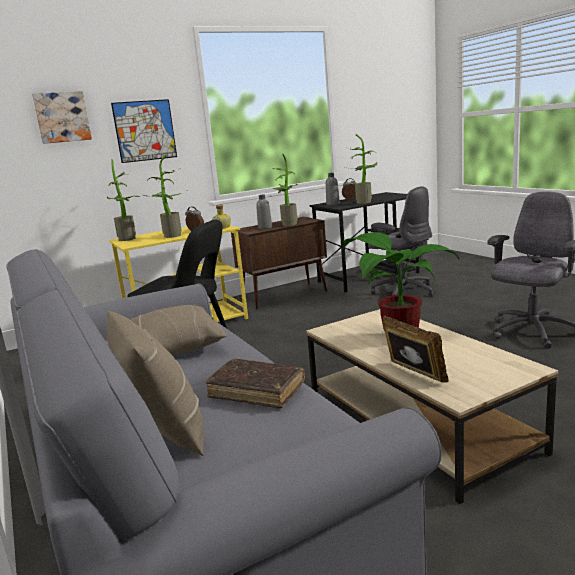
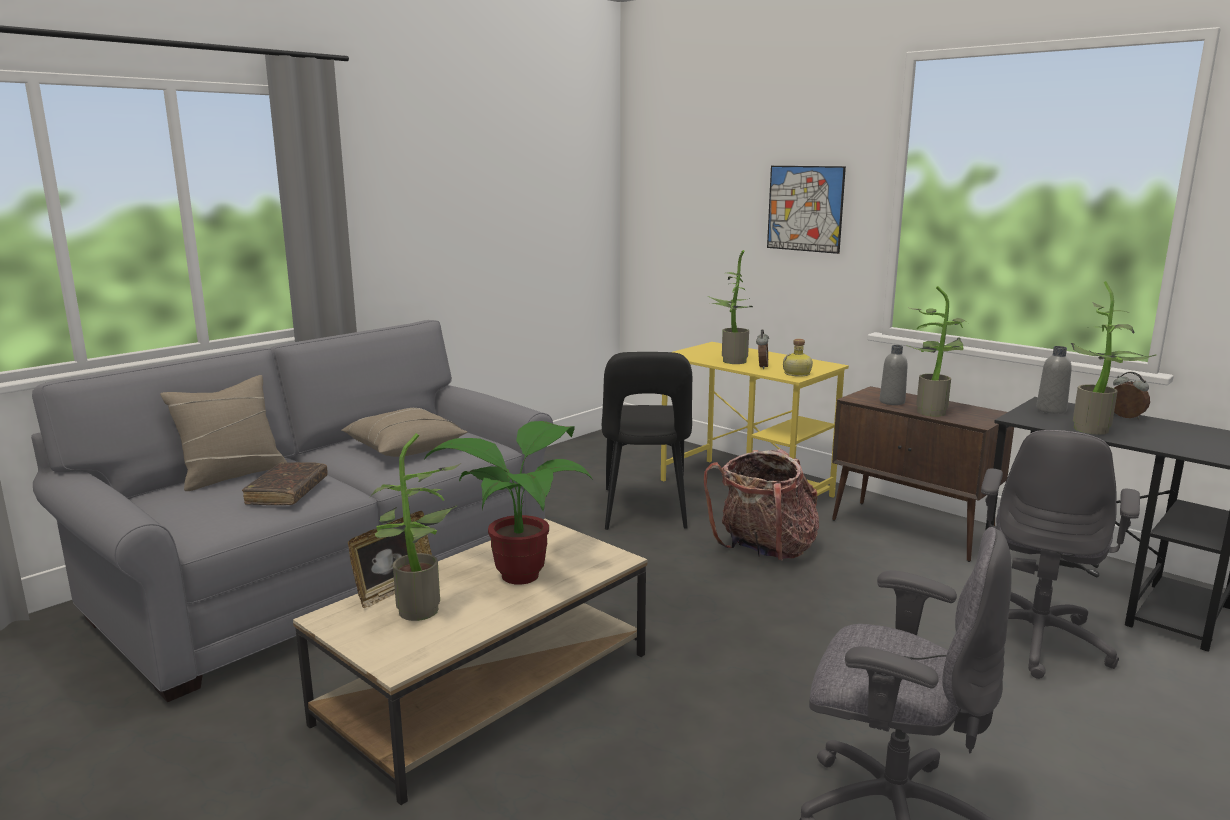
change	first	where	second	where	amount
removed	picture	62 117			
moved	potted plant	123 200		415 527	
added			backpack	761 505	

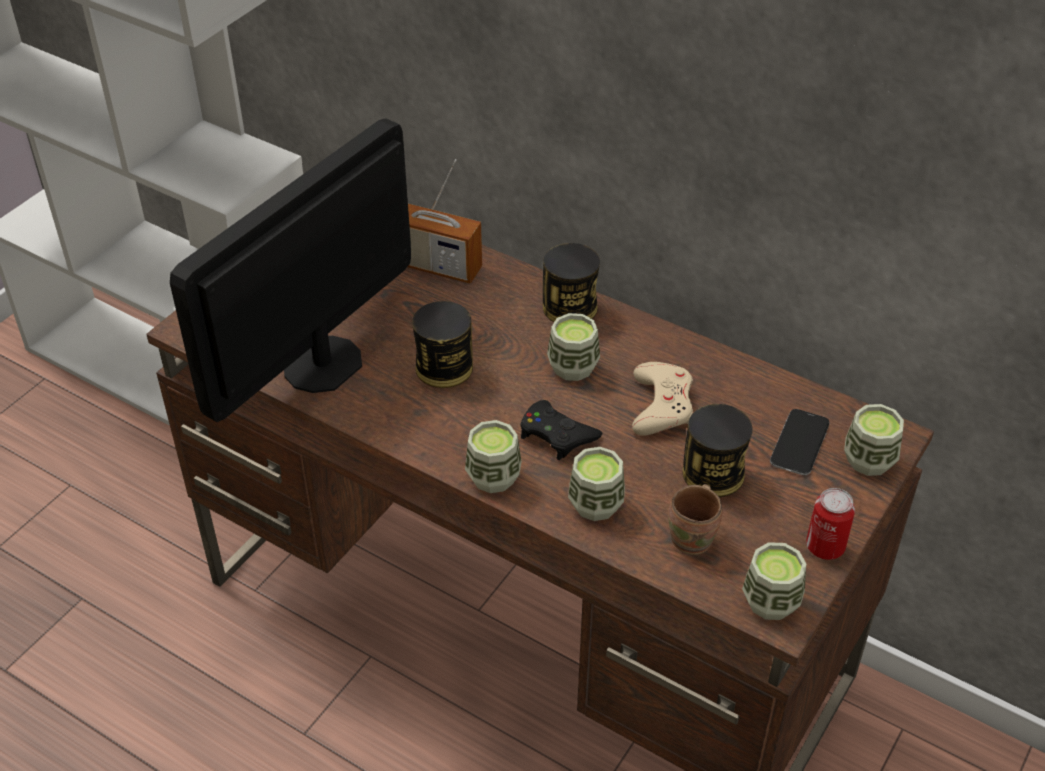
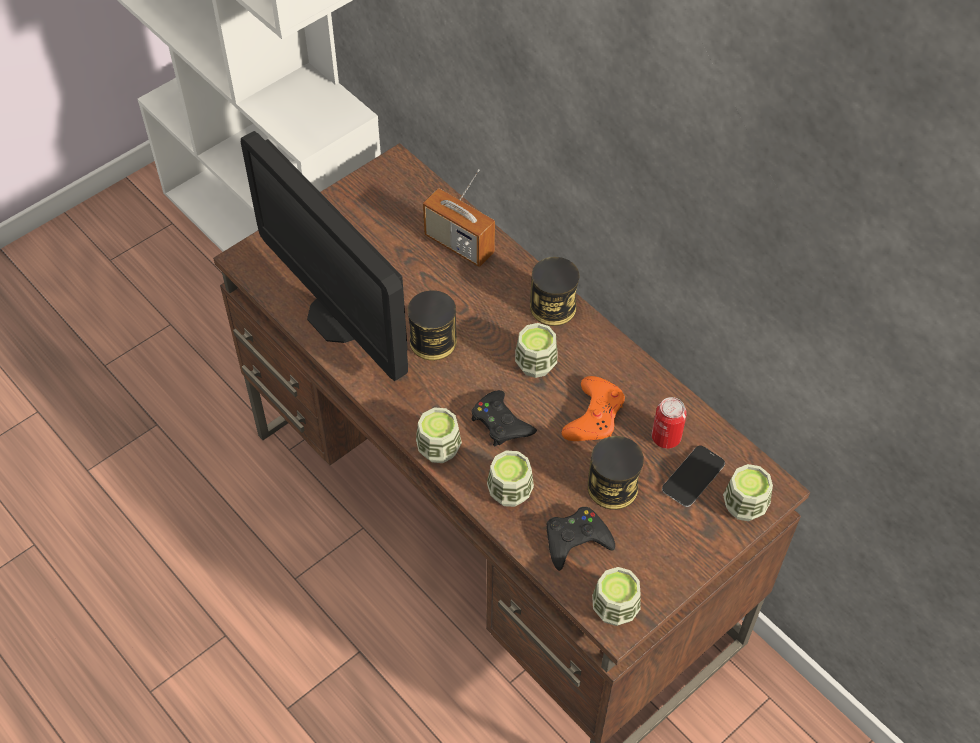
change	first	where	second	where	amount
turned	monitor	290 270		324 256	90 degrees counterclockwise
recoloured	beige game controller	662 399	orange game controller	593 408	
replaced	brown mug	695 519	black game controller	580 539	
moved	can	830 524		669 422	

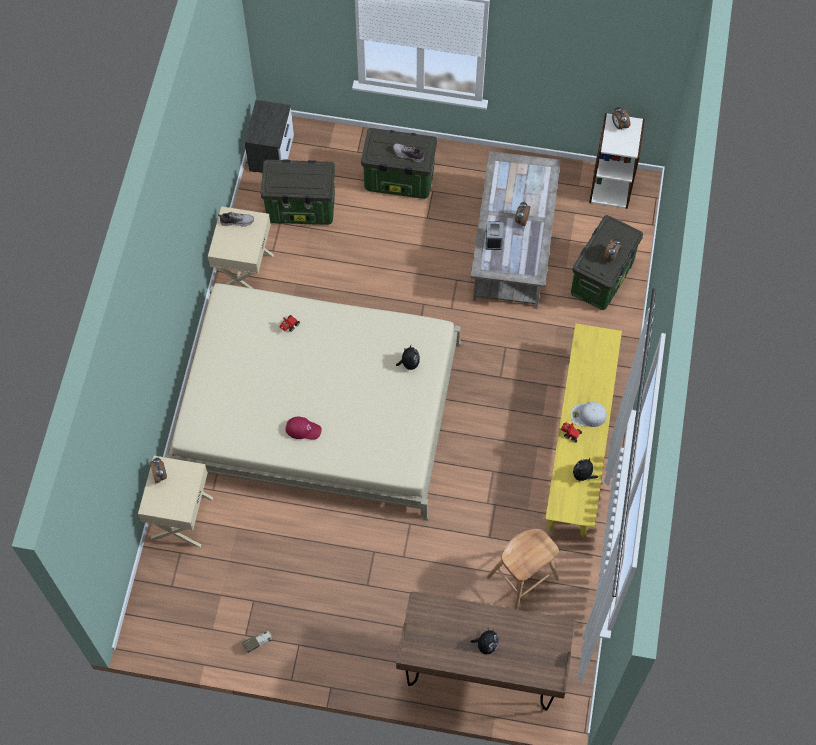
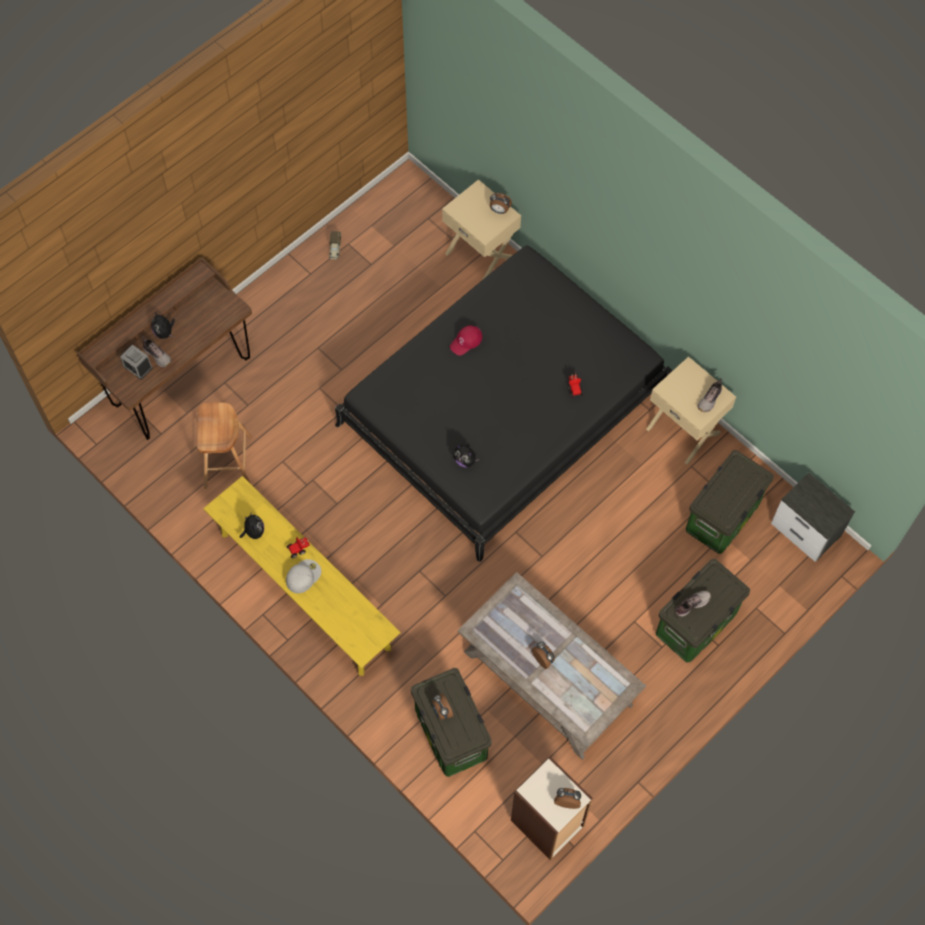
change	first	where	second	where	amount
moved	alarm clock	494 235		136 362	
recoloured	beige bed	313 402	black bed	503 403	
added			shoe	156 352	

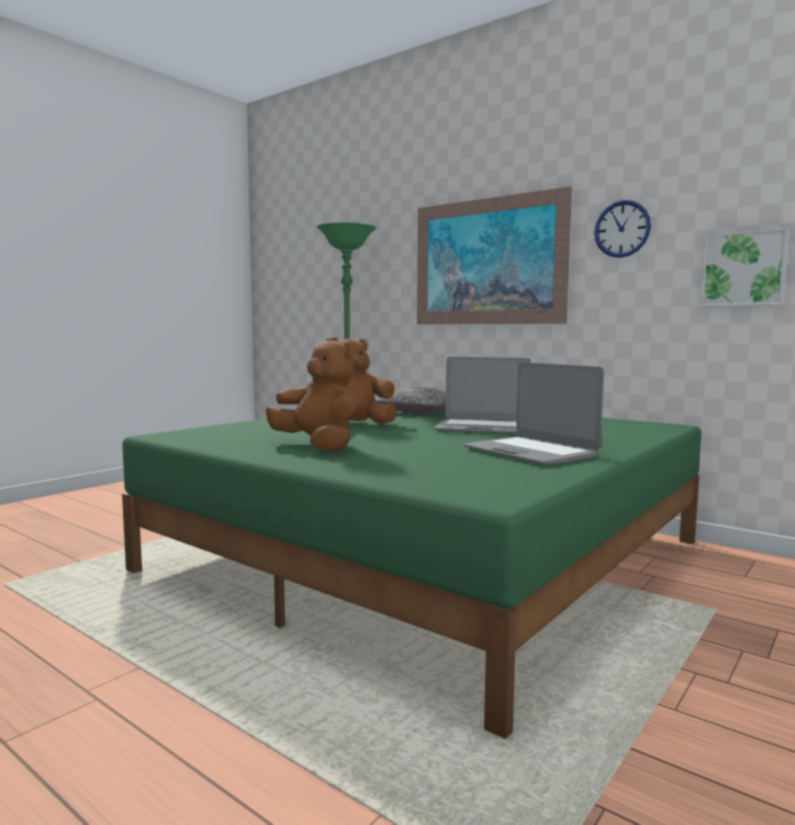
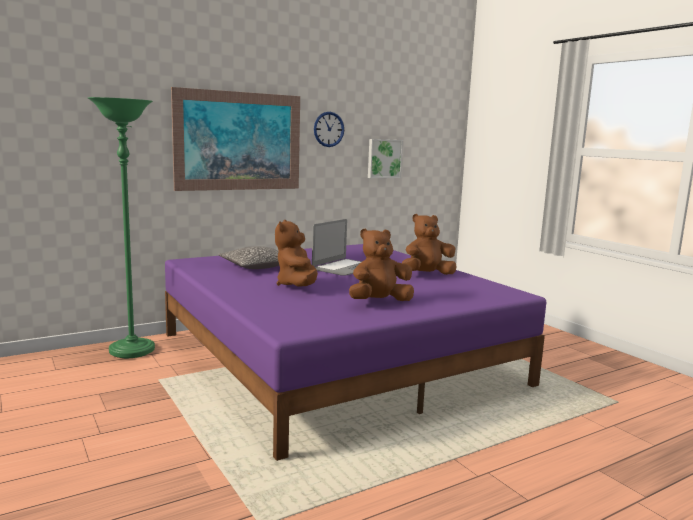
change	first	where	second	where	amount
replaced	laptop	533 413	brown plush toy	429 244	
recoloured	green bed	411 571	purple bed	355 352	

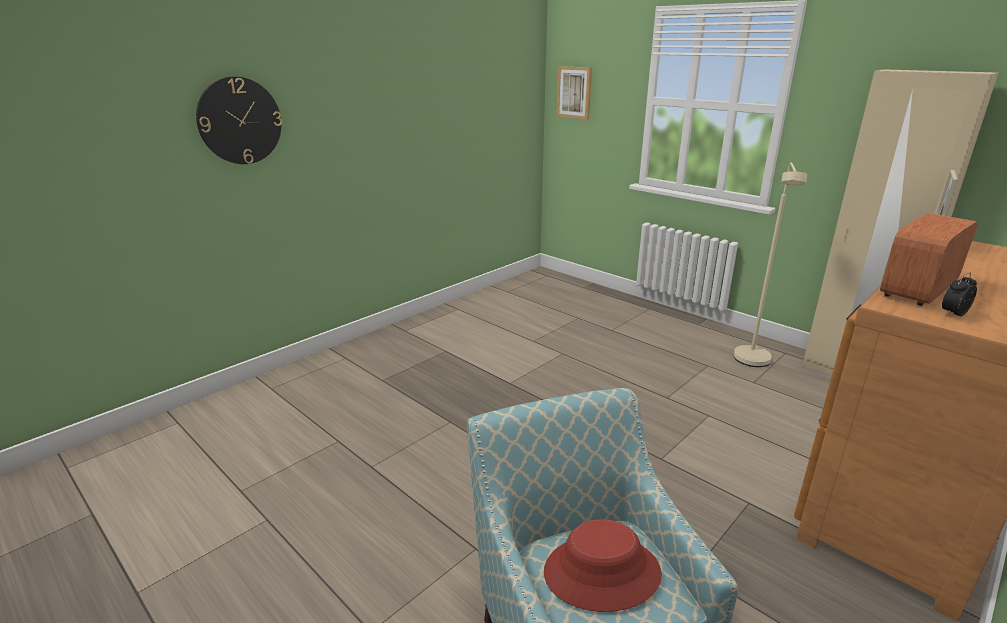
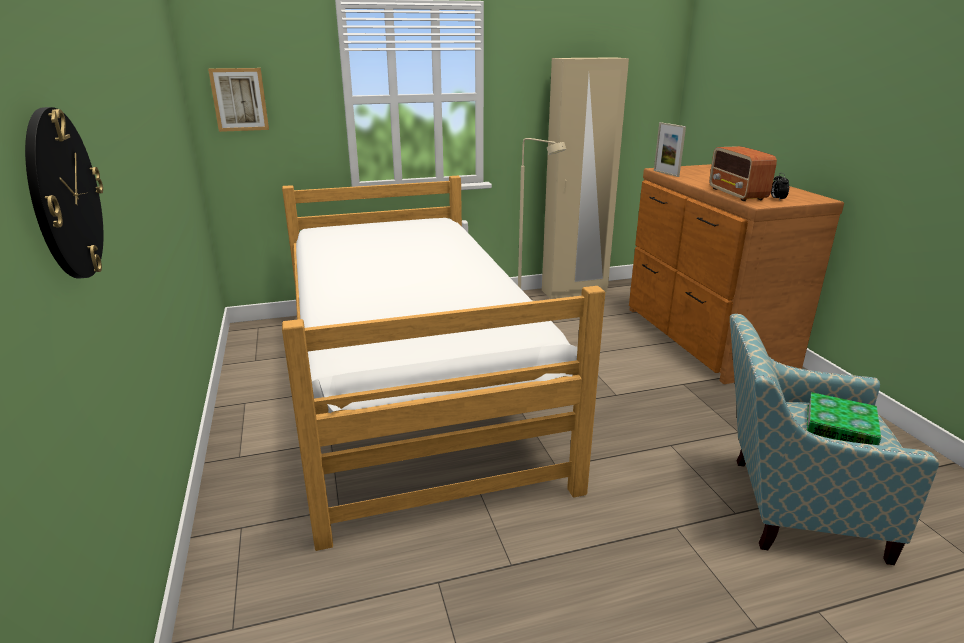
change	first	where	second	where	amount
replaced	red hat	603 565	book	844 418	
added			bed	443 363	

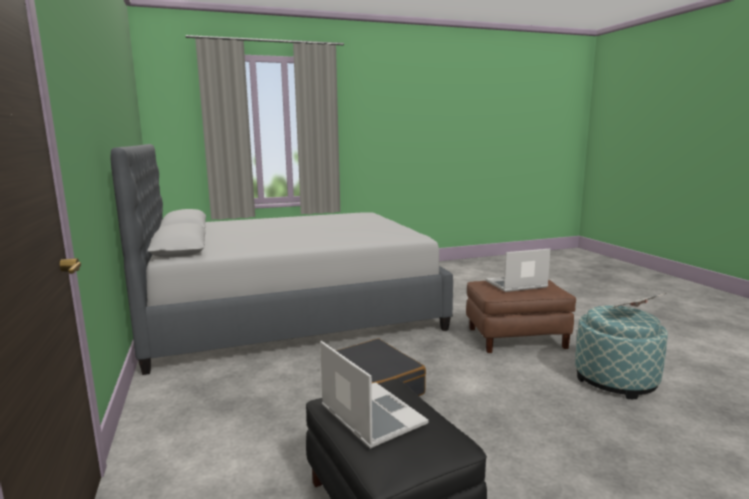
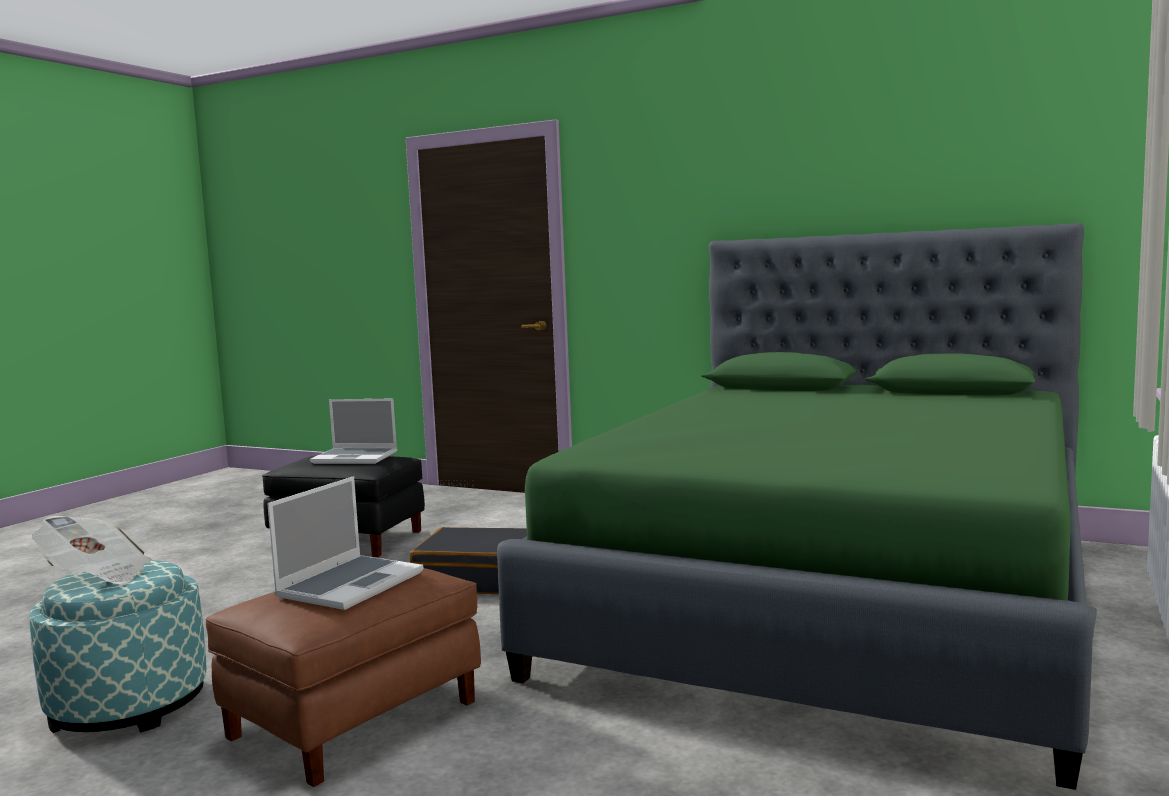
change	first	where	second	where	amount
recoloured	grey bed	281 259	green bed	797 506	

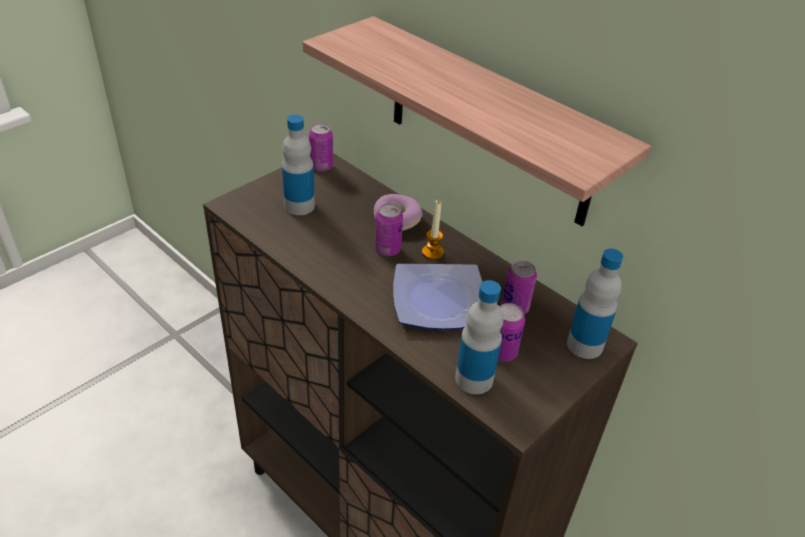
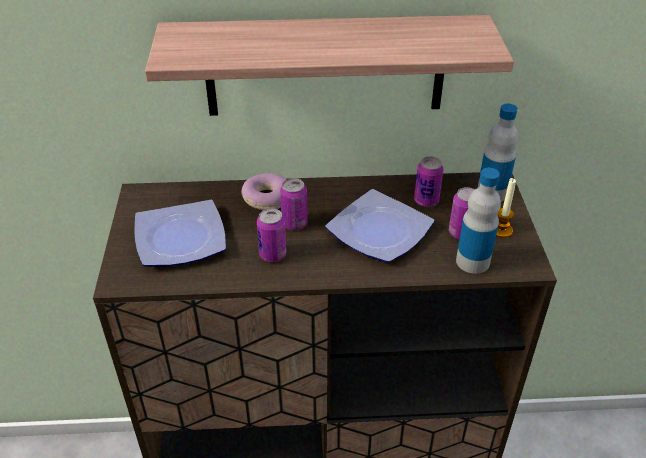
change	first	where	second	where	amount
replaced	bottle	298 165	plate	180 233	
moved	can	321 147		272 235	
moved	candle	433 229		506 208	

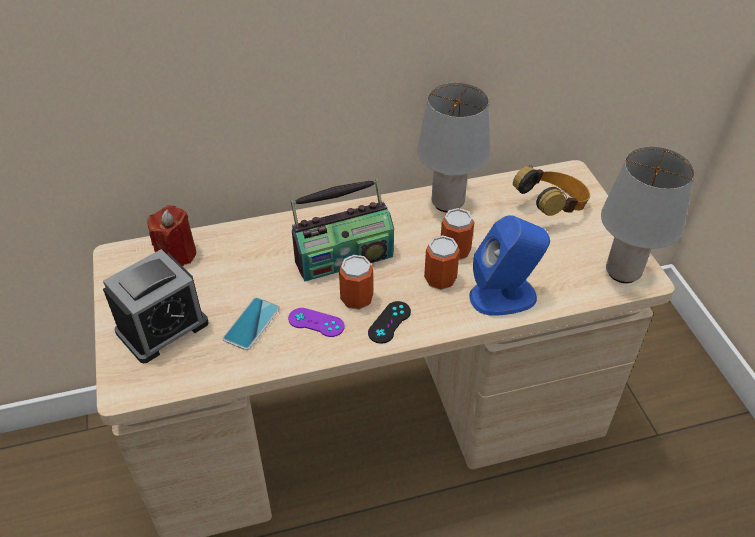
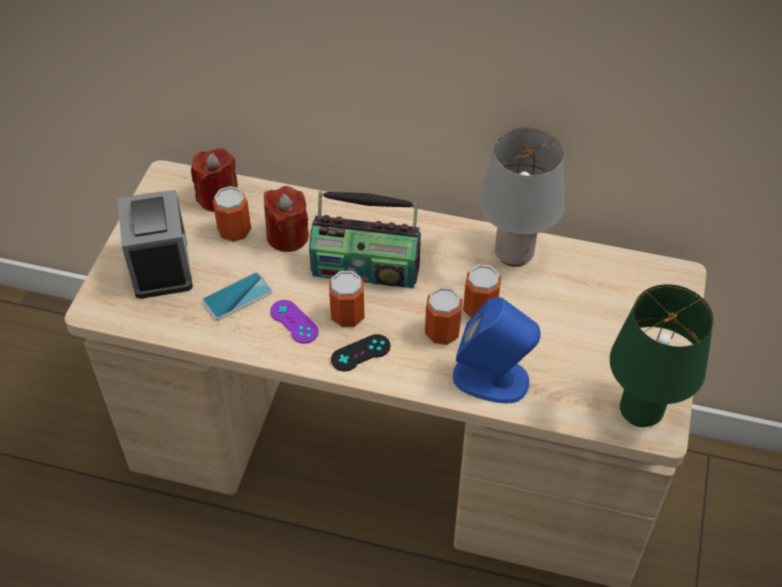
change	first	where	second	where	amount
recoloured	grey table lamp	647 215	green table lamp	662 355	
removed	headphones	551 191			
turned	alarm clock	156 306		155 244	90 degrees counterclockwise
added			can	232 214	
added			red candle	286 219	

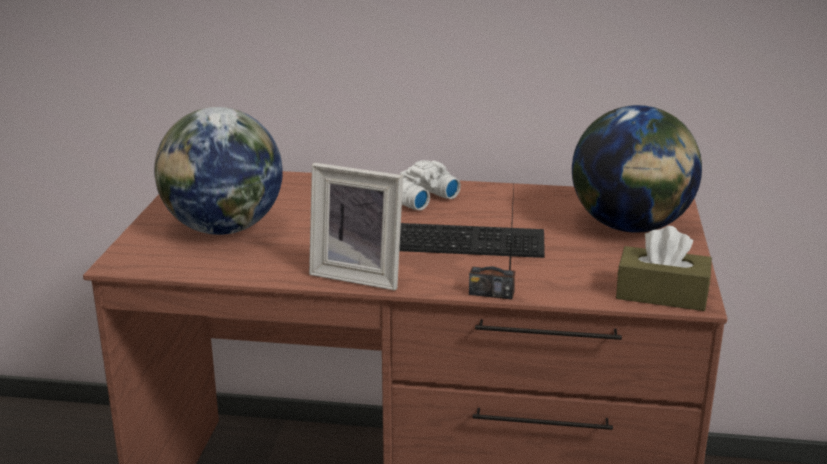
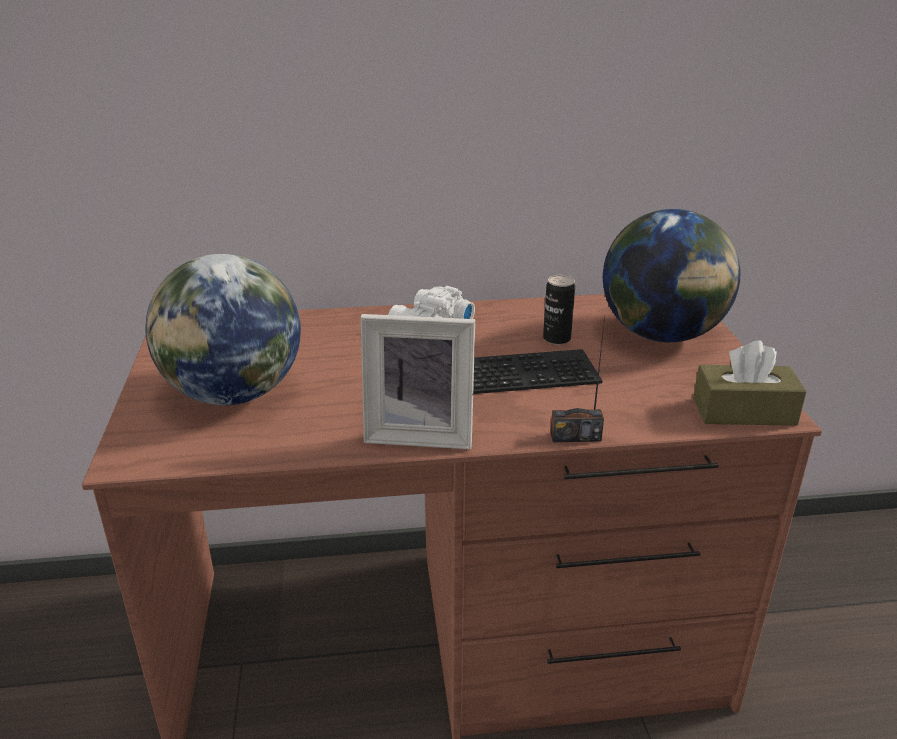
change	first	where	second	where	amount
added			can	559 310	

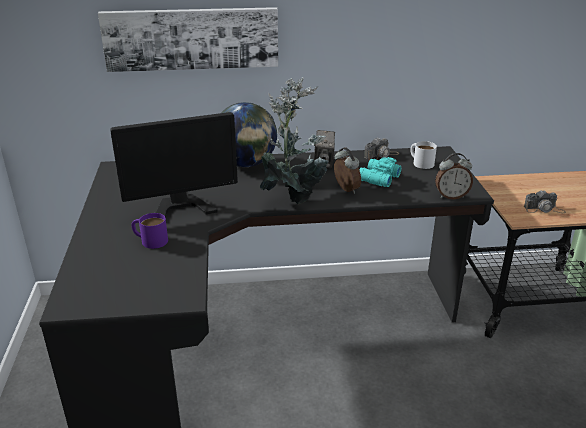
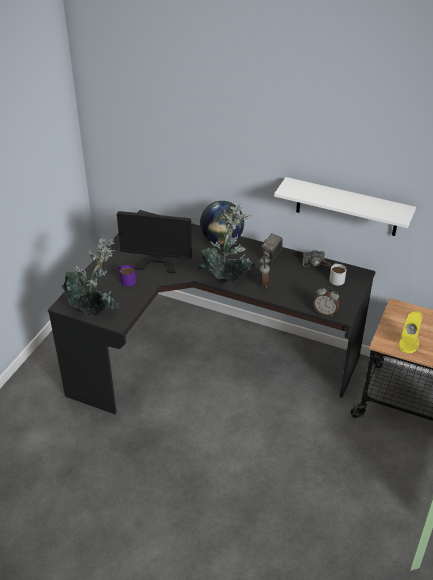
change	first	where	second	where	amount
removed	picture	188 39			
removed	turquoise binoculars	380 172			
replaced	photo camera	545 201	yellow speaker	410 332	
added			white shelf	345 206	
added			potted plant	90 277	

